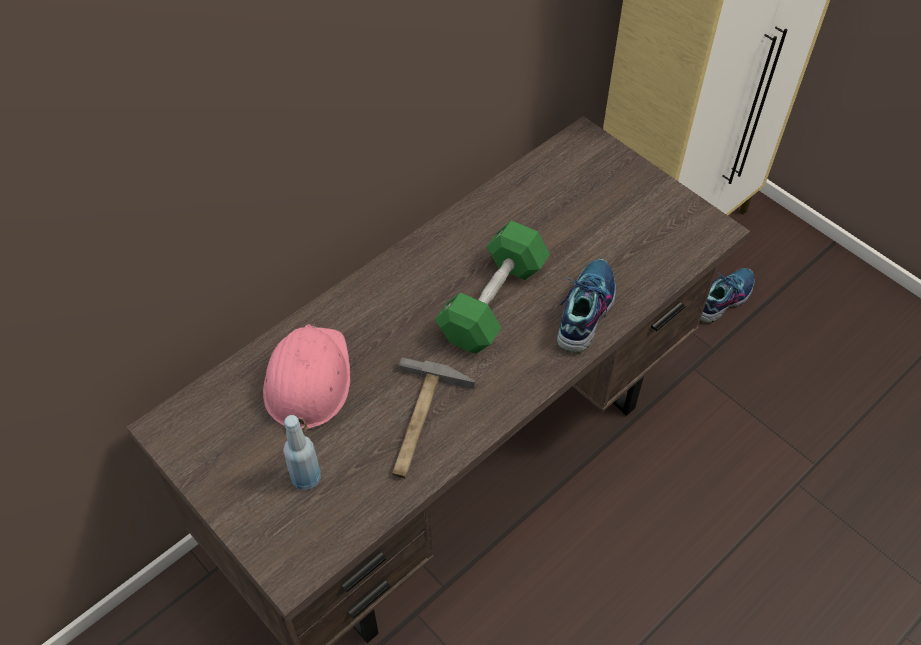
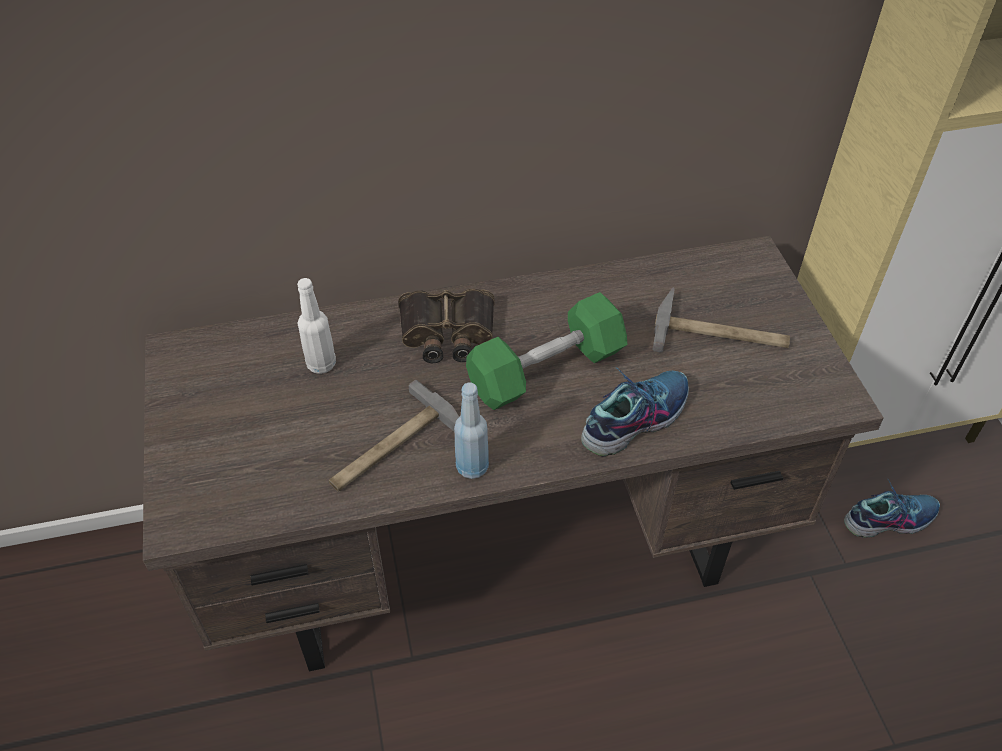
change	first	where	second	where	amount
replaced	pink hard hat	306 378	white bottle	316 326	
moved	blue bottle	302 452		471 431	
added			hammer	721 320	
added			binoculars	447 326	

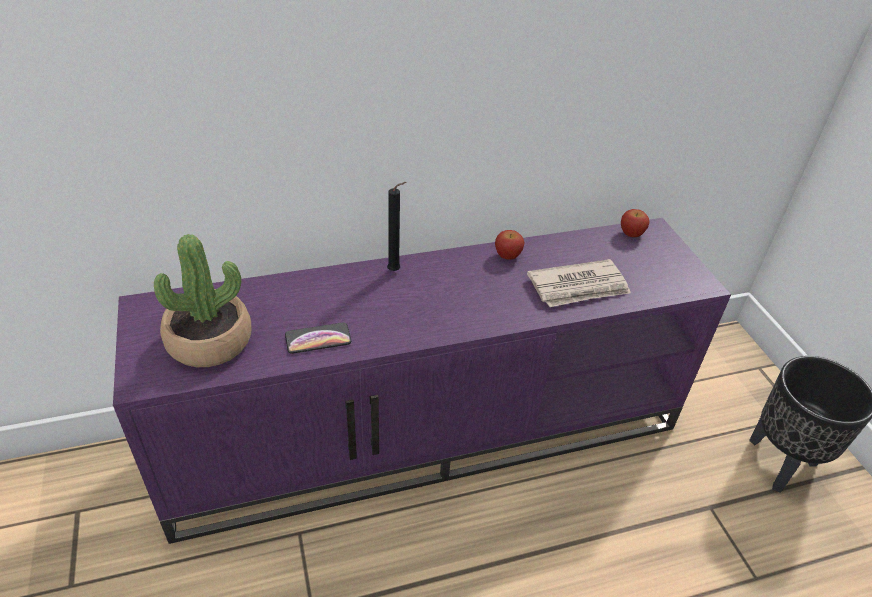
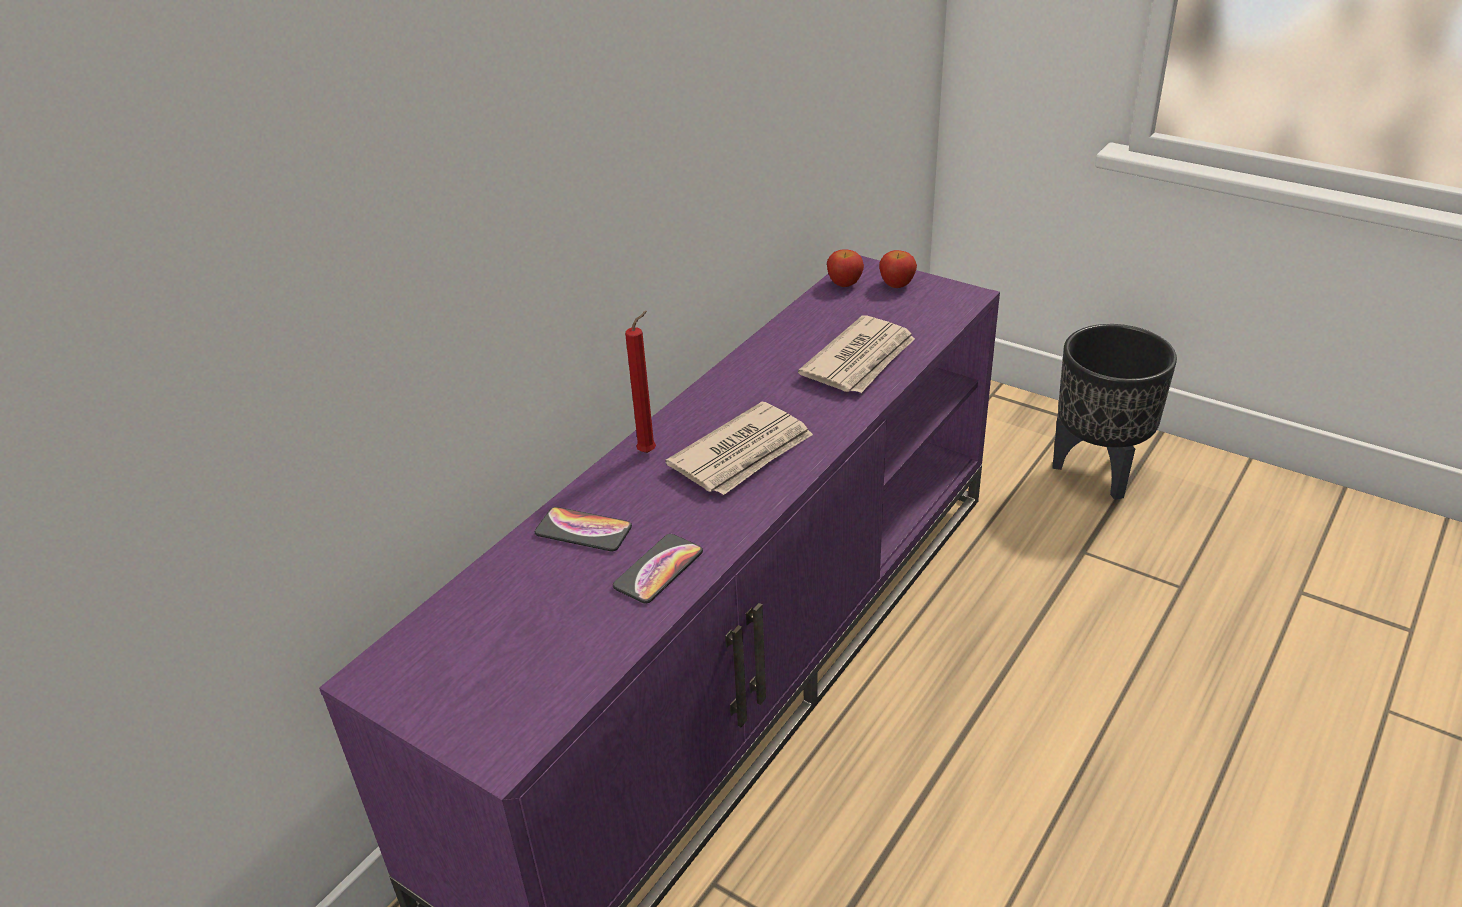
change	first	where	second	where	amount
recoloured	black candle	397 226	red candle	640 382	
moved	apple	509 245		898 269	
removed	potted plant	202 300			
added			newspaper	739 448	
added			phone	583 529	

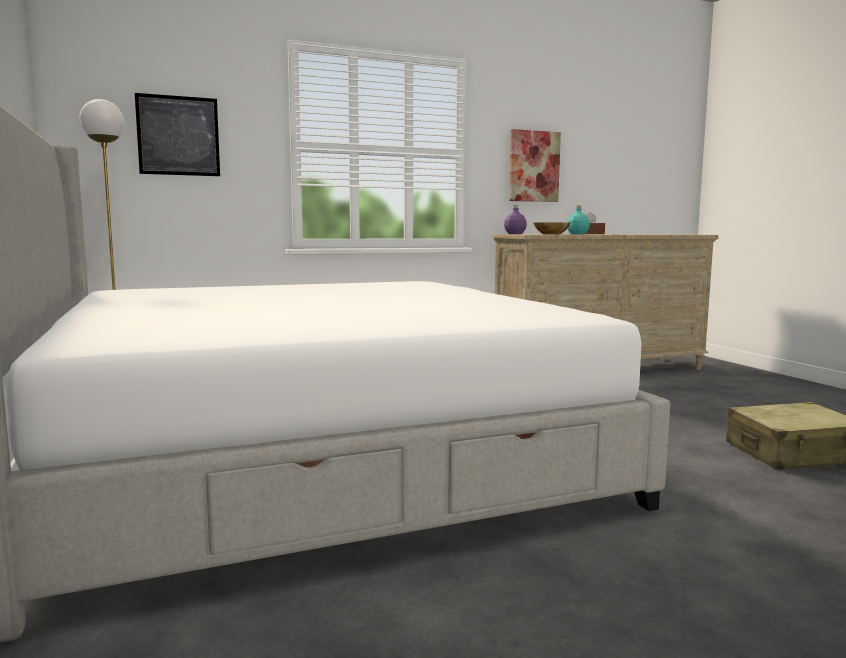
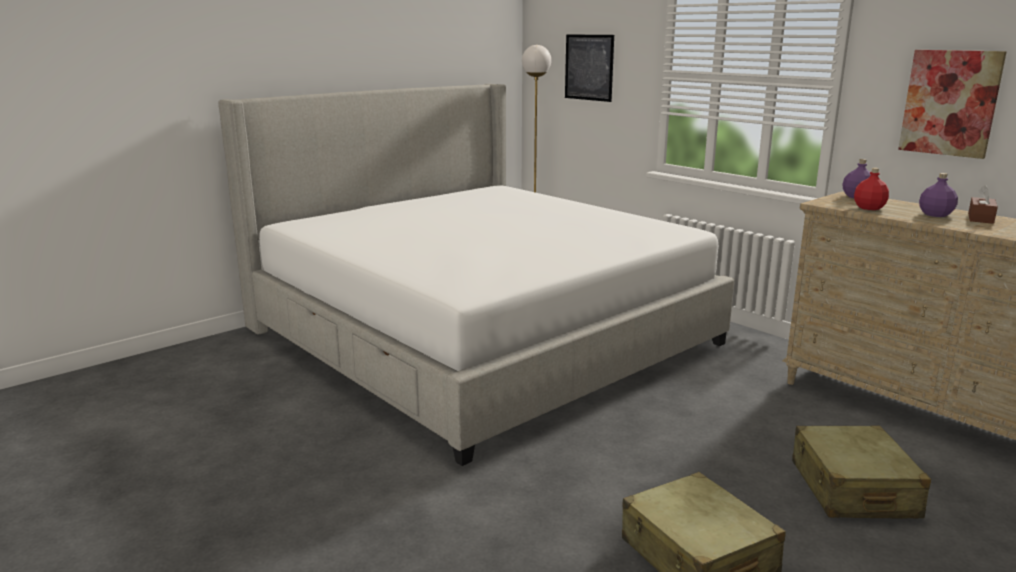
change	first	where	second	where	amount
recoloured	turquoise bottle	578 220	purple bottle	938 195	
replaced	bowl	551 228	red bottle	871 189	
added			beige suitcase	861 472	

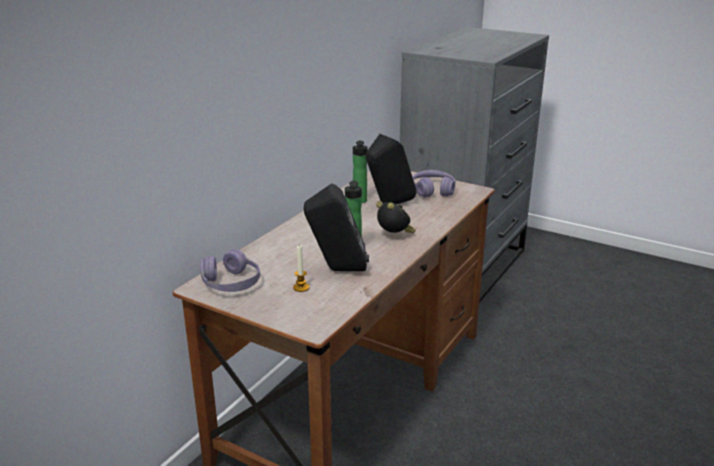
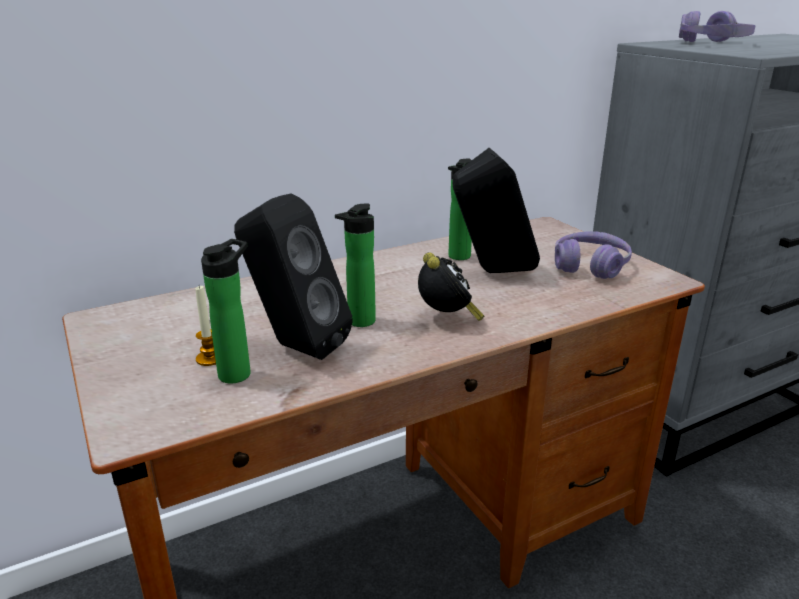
change	first	where	second	where	amount
moved	purple headphones	230 271		717 26	
added			bottle	226 311	

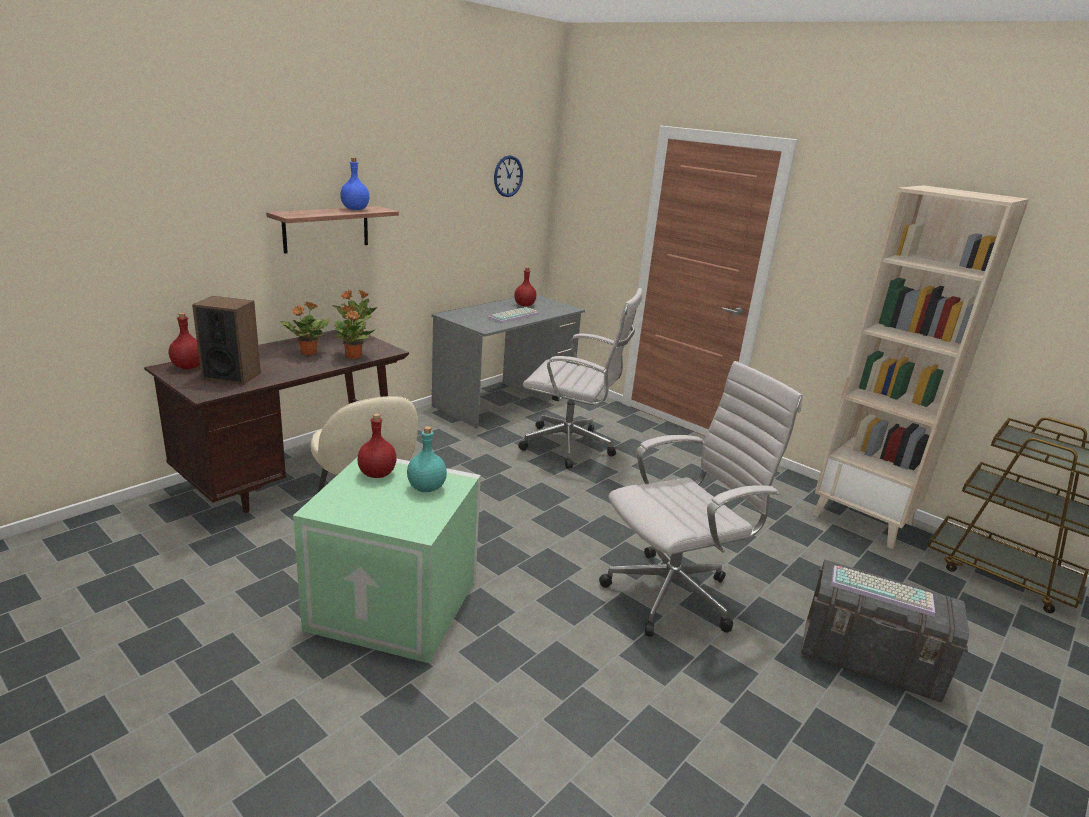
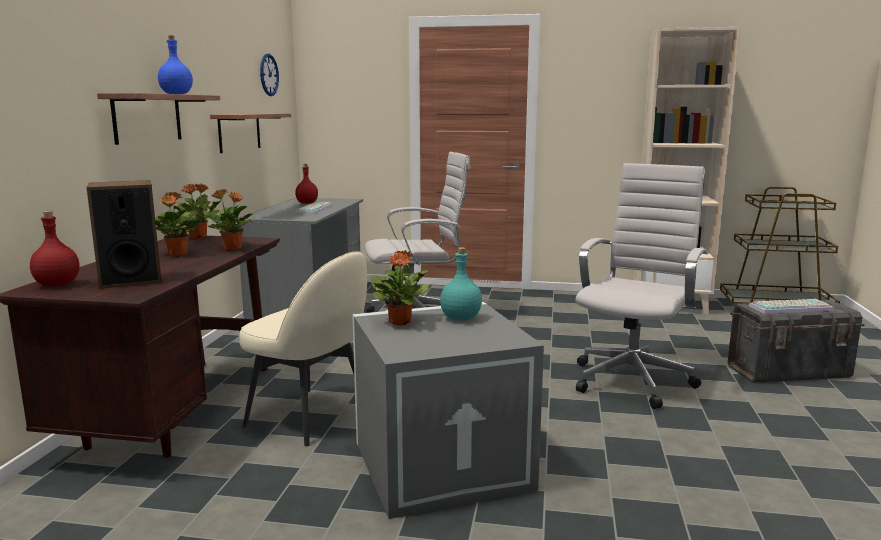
change	first	where	second	where	amount
replaced	red bottle	377 445	potted plant	400 288	
recoloured	green storage box	387 560	grey storage box	448 410	
added			shelf	250 133	

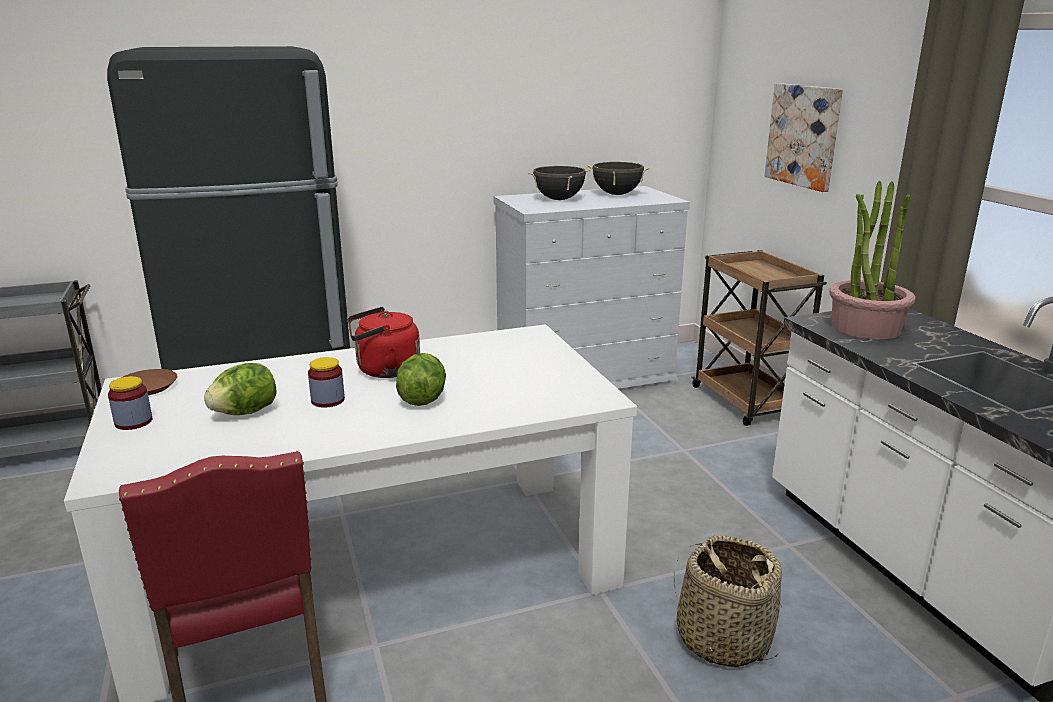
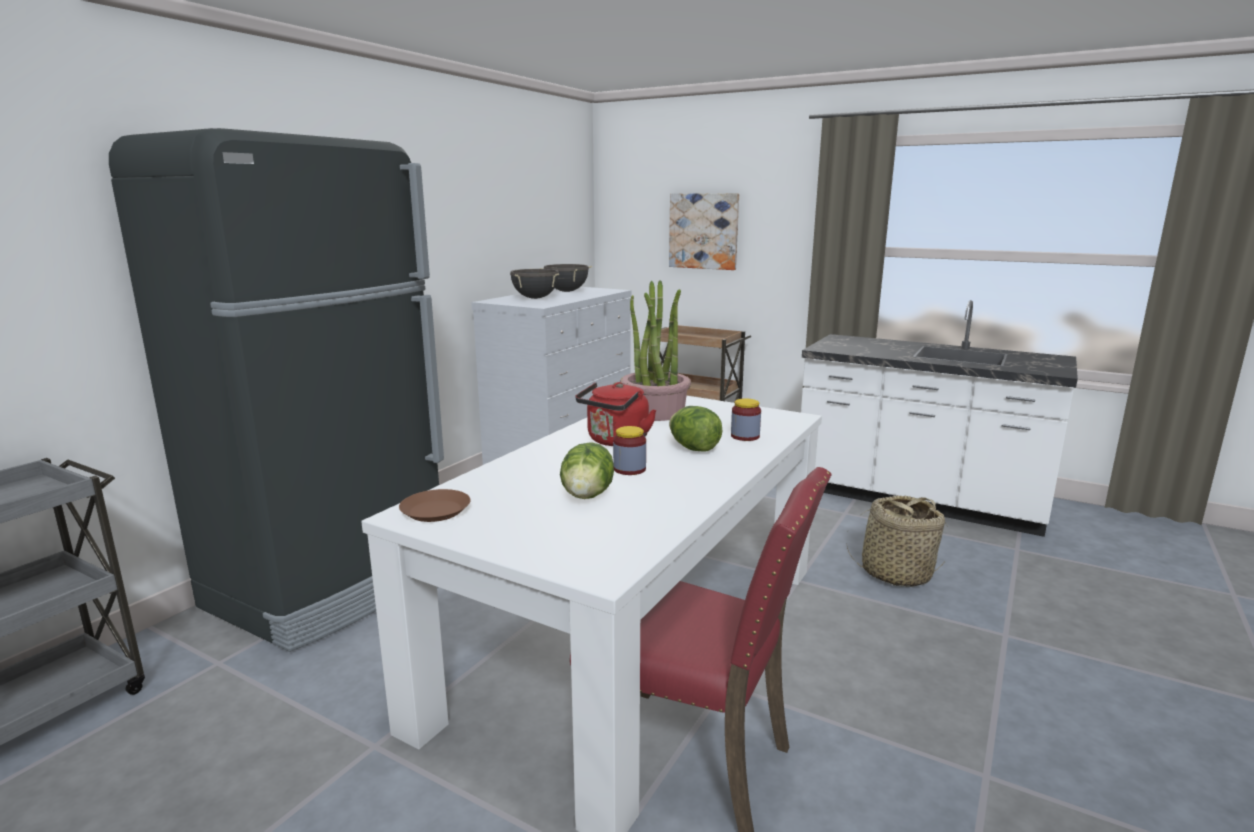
change	first	where	second	where	amount
moved	potted plant	872 260		655 350	
moved	jar	130 403		746 419	

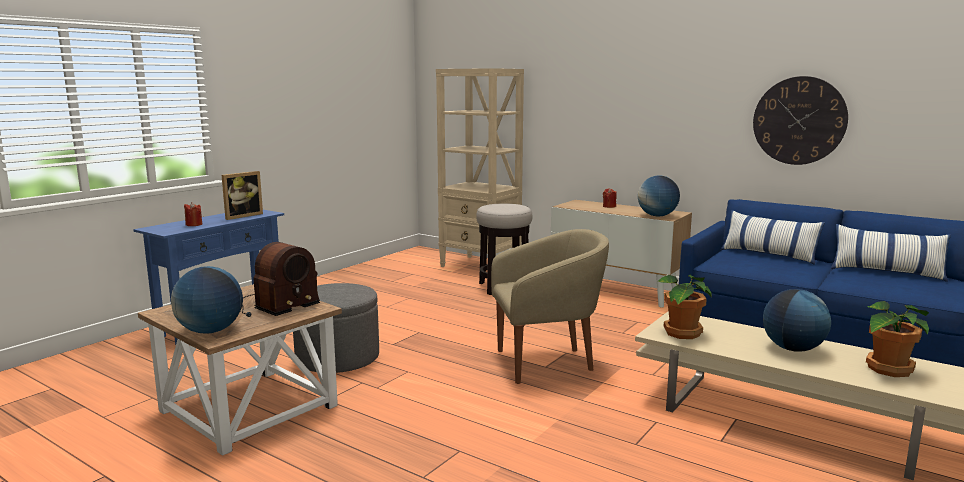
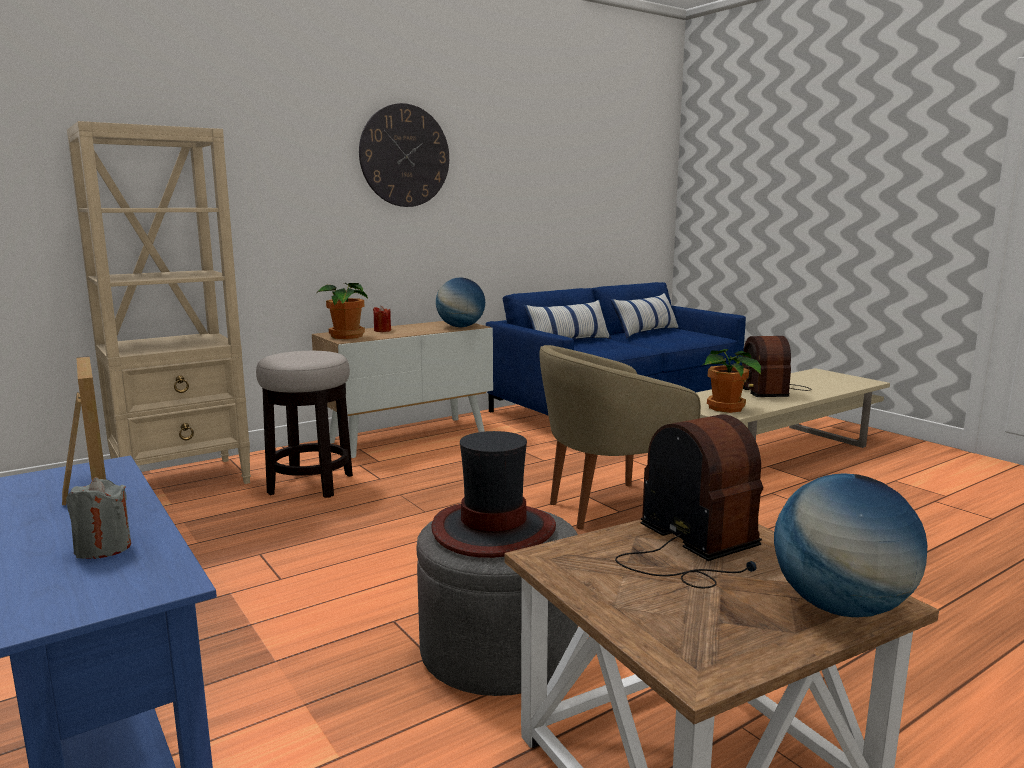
change	first	where	second	where	amount
moved	wall clock	800 120		404 155	
recoloured	red candle	193 214	grey candle	98 518	
turned	beige armchair	550 306		620 437	120 degrees counterclockwise
replaced	globe	797 320	radio	777 366	
moved	potted plant	897 339		343 311	
added			hat	494 494	

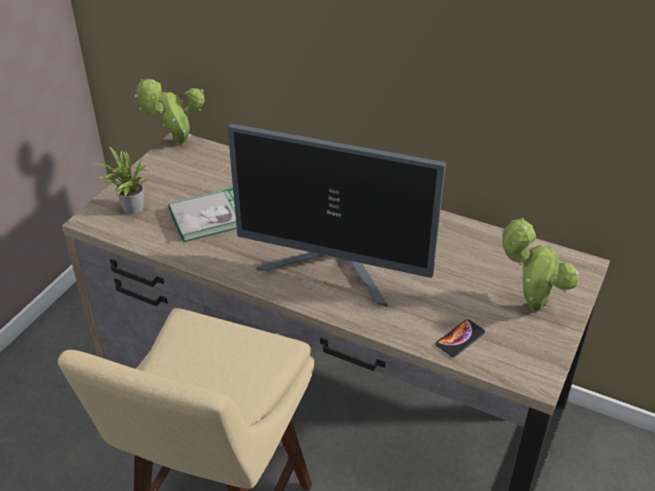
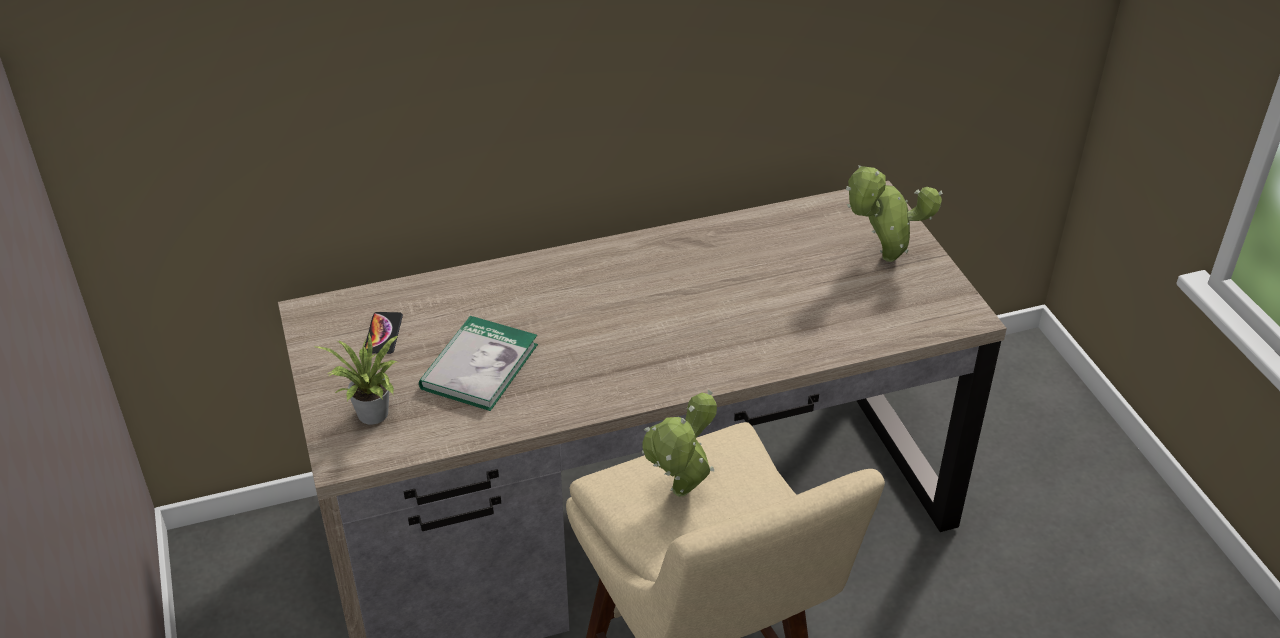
change	first	where	second	where	amount
moved	potted plant	170 112		679 443	
removed	monitor	336 215			
moved	phone	460 338		384 333	

